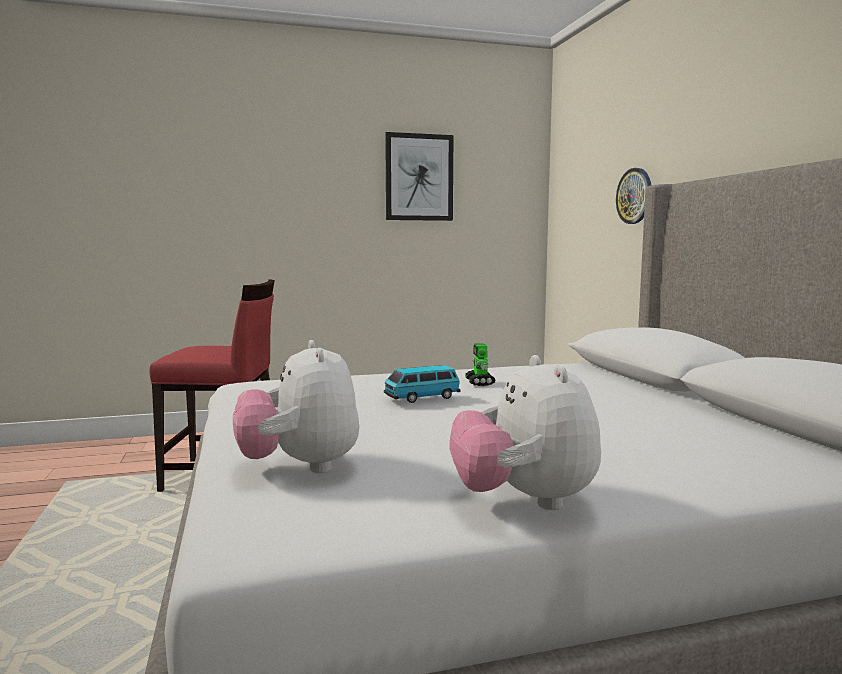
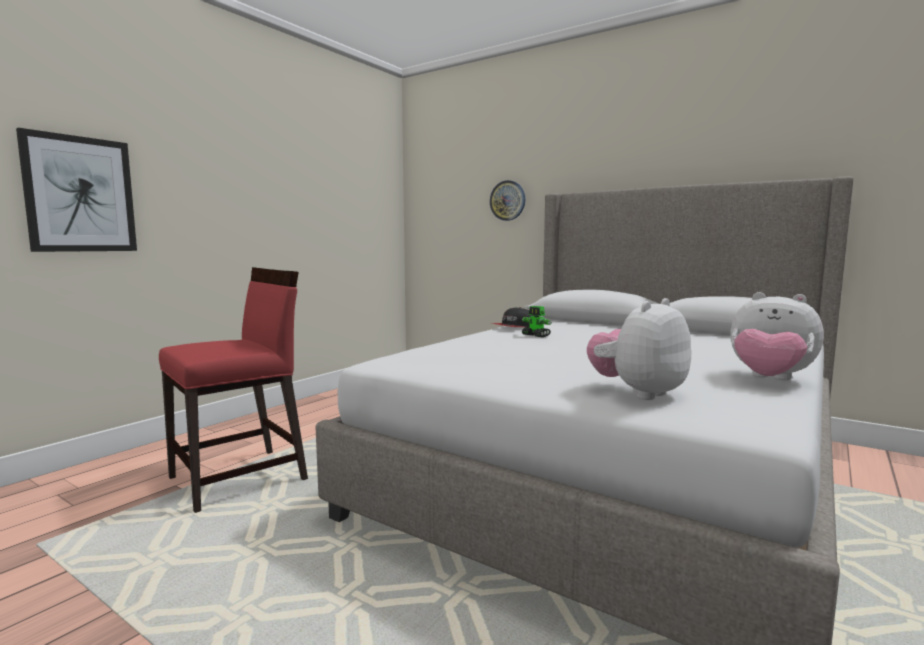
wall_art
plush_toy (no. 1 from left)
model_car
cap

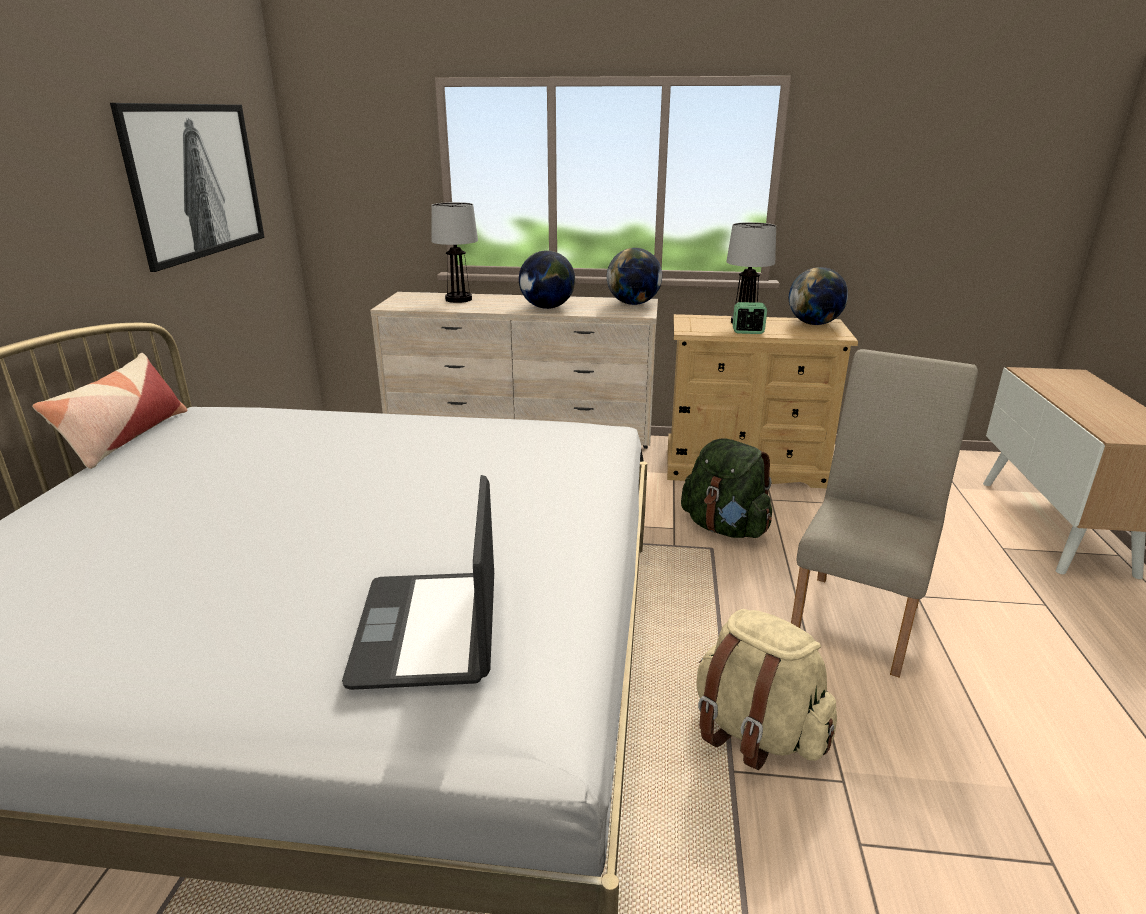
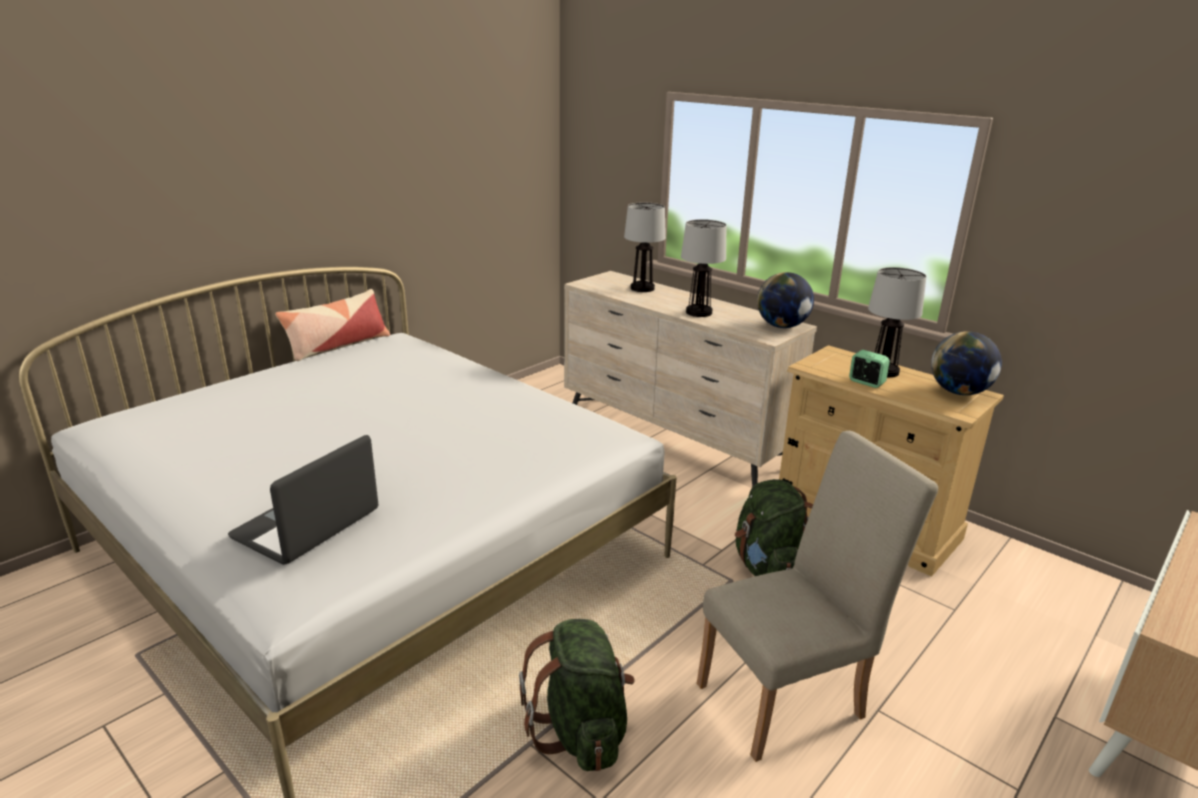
wall_art
tabletop_lamp (no. 2 from left)
green-coloured_backpack (no. 1 from left)

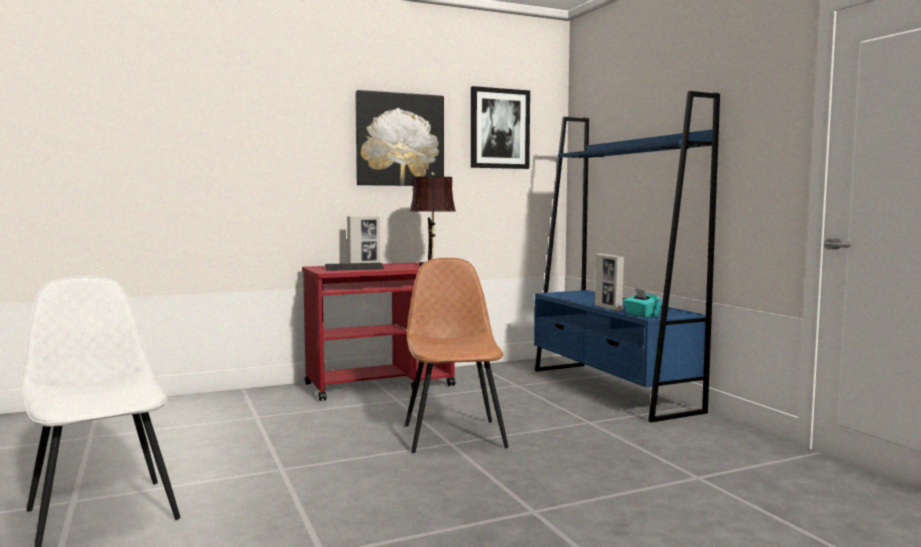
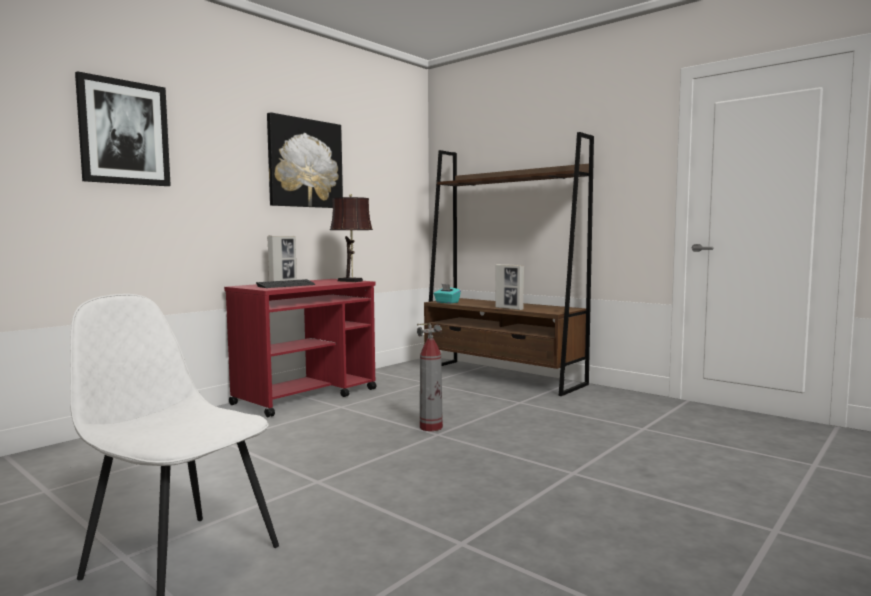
wall_art (no. 1 from left)
brown-coloured_shelving_unit
extinguisher
blue-green_box_of_tissues

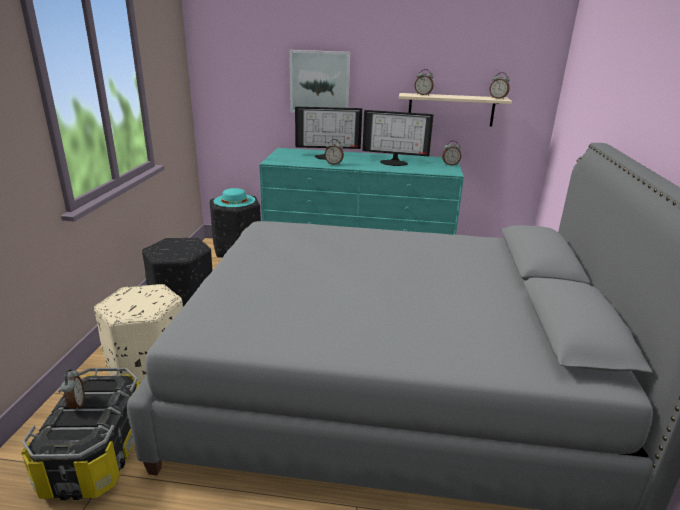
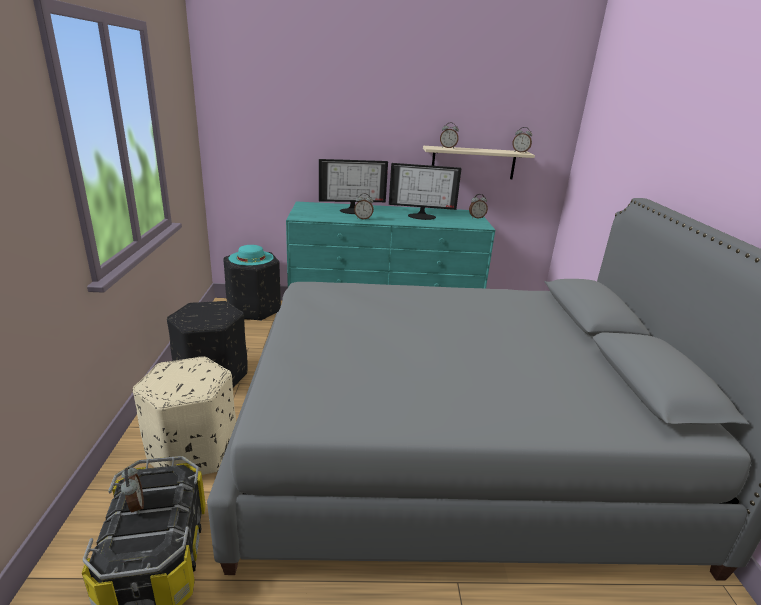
wall_art

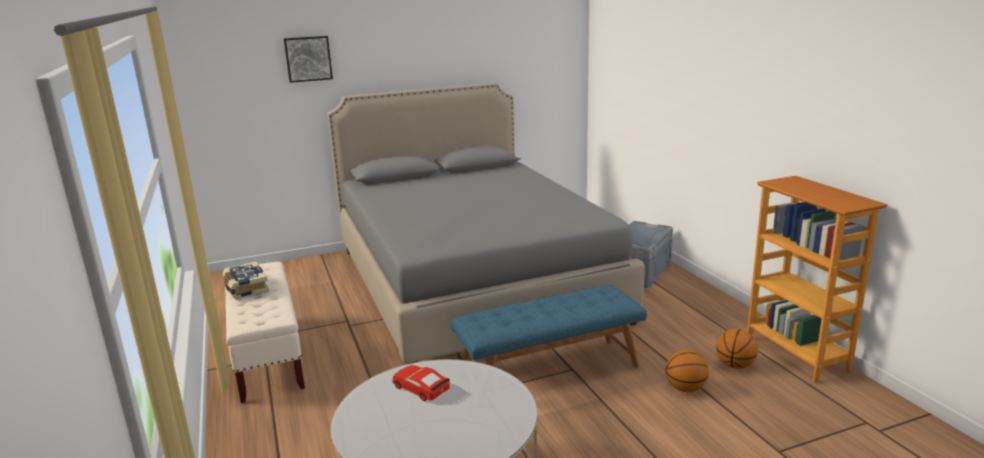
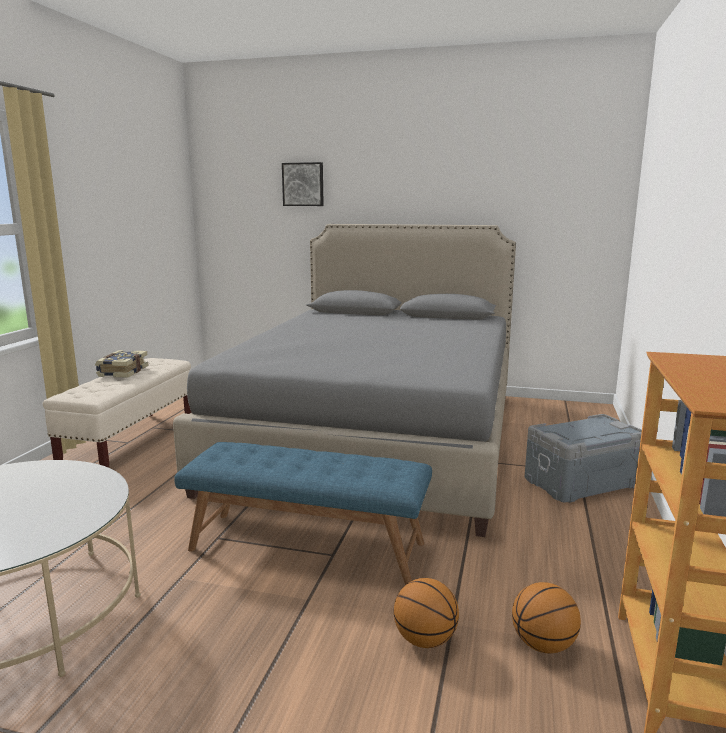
reddish_model_car

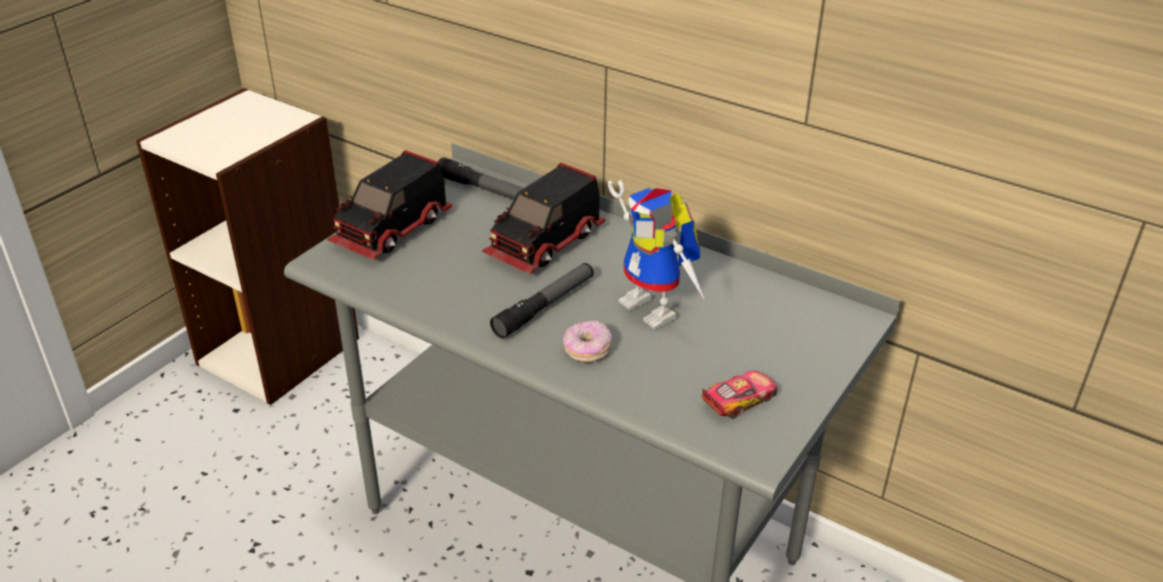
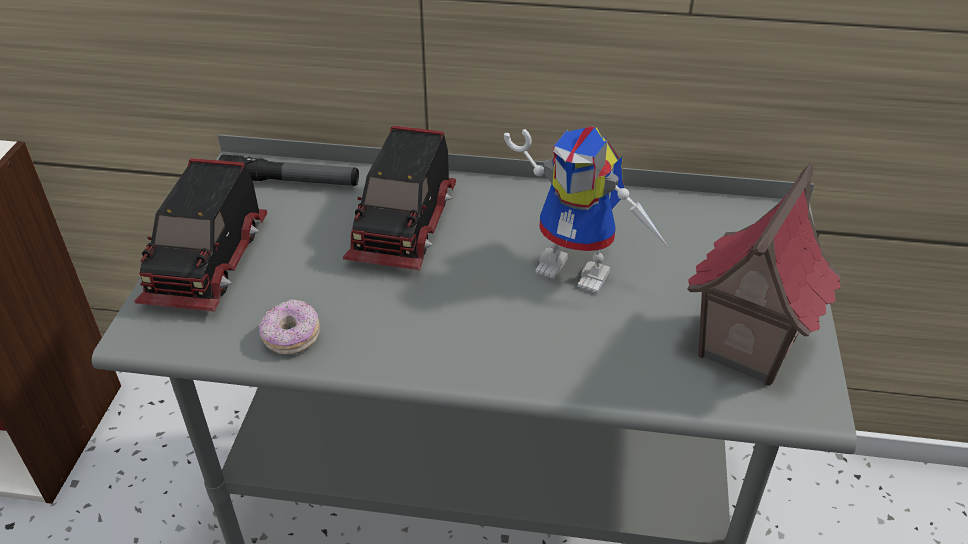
hand_torch (no. 2 from left in the first image)
ring_doughnut
toy_house

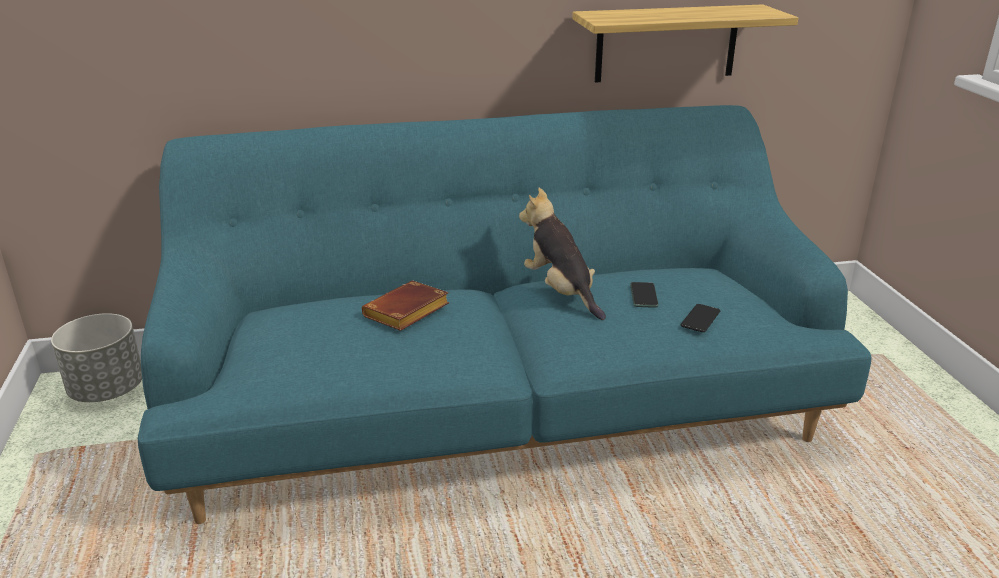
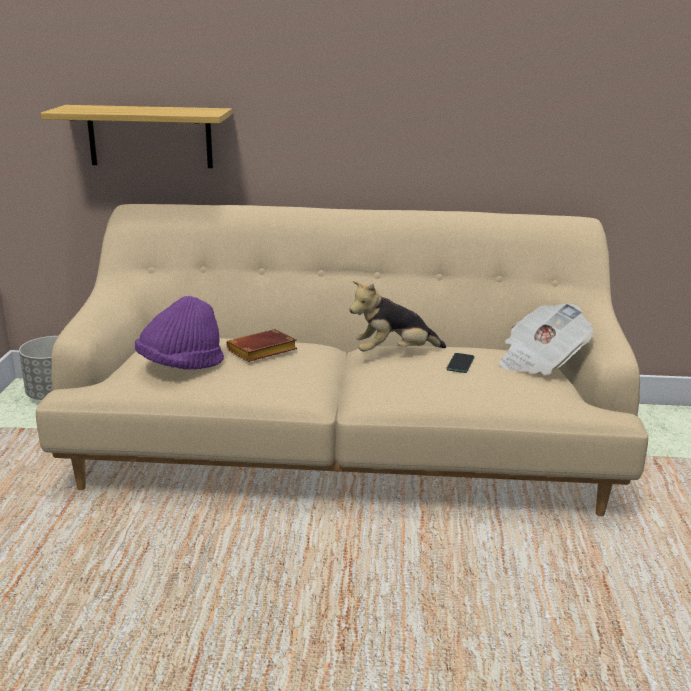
shelf
sand-coloured_couch
plush_toy
phone (no. 2 from left in the first image)
purple_wearable_hat
printed_paper

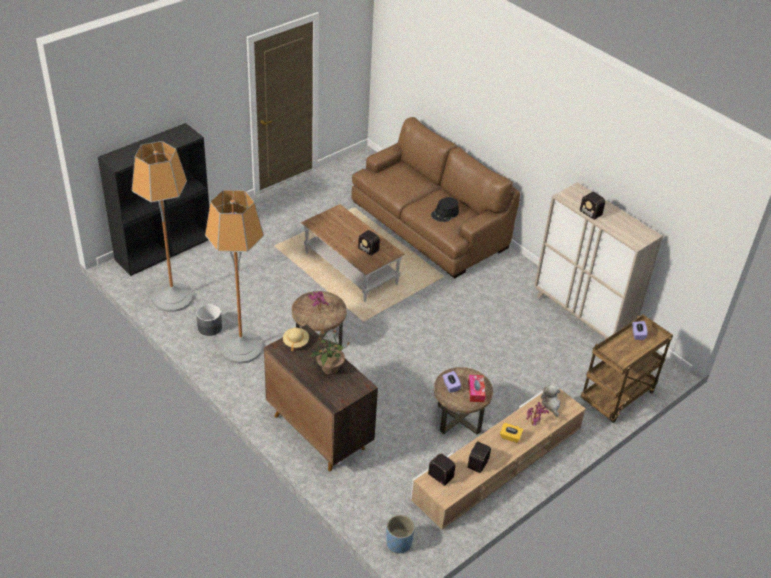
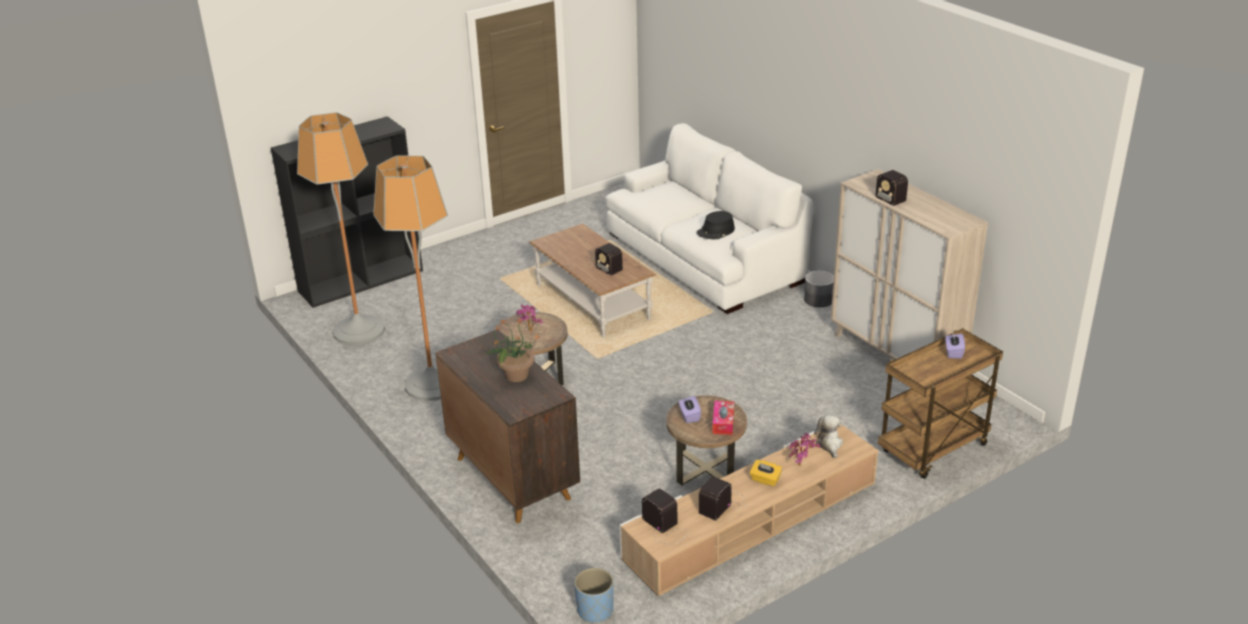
white_couch
gray_flower_pot
sand-coloured_wearable_hat

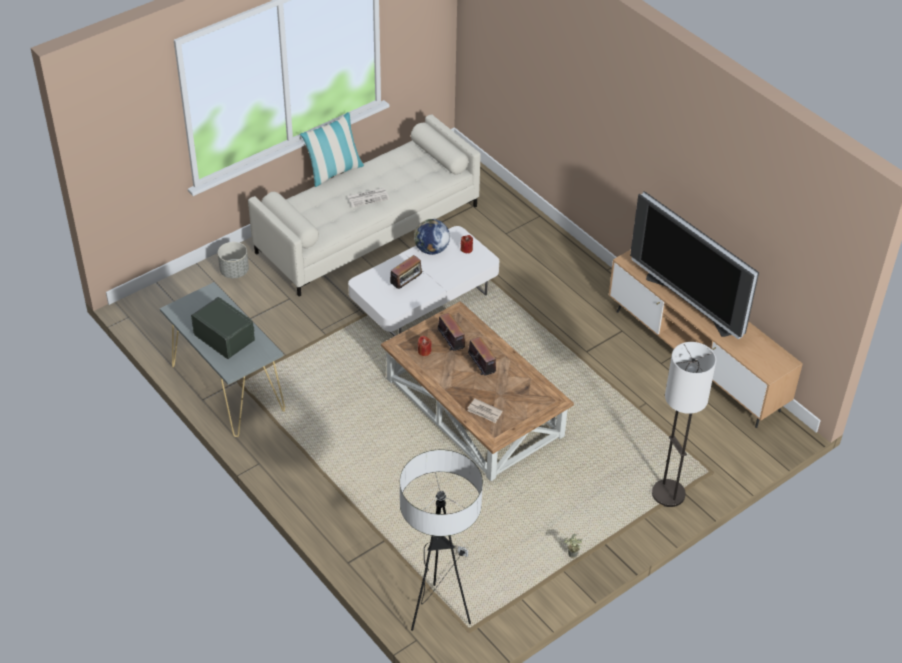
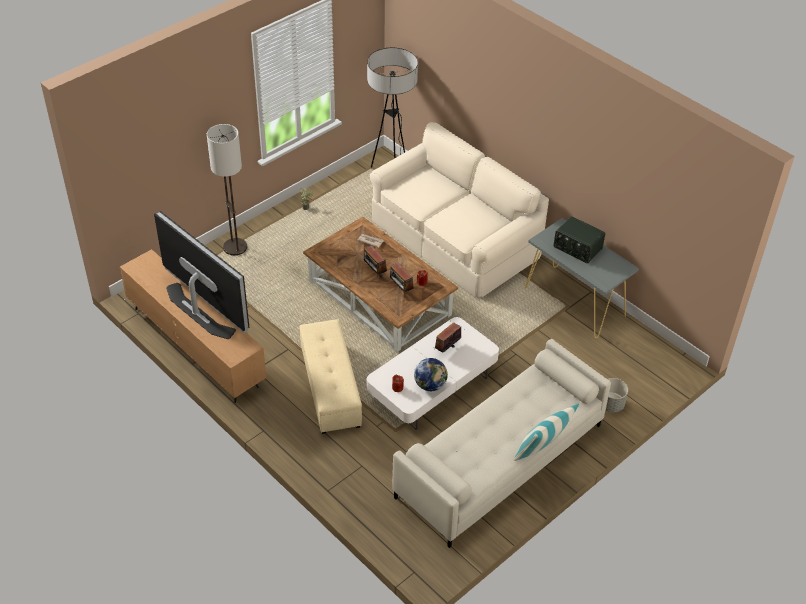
printed_paper (no. 1 from left in the first image)
sand-coloured_couch (no. 1 from left)
sand-coloured_pouffe

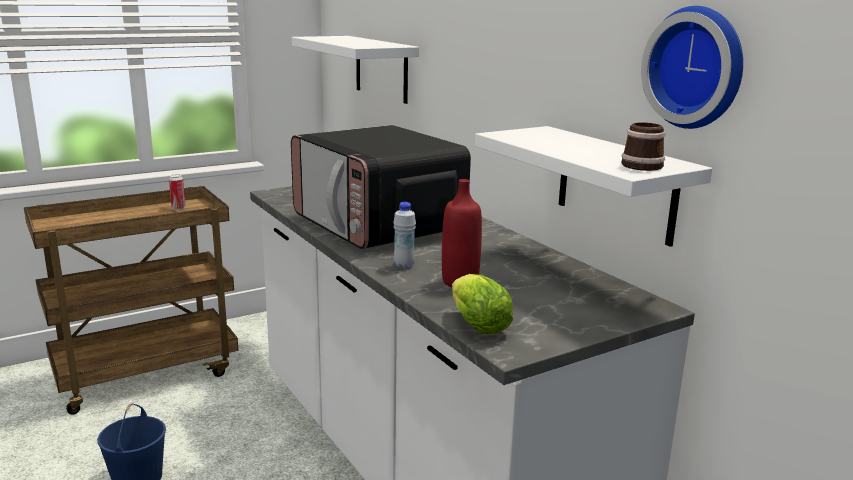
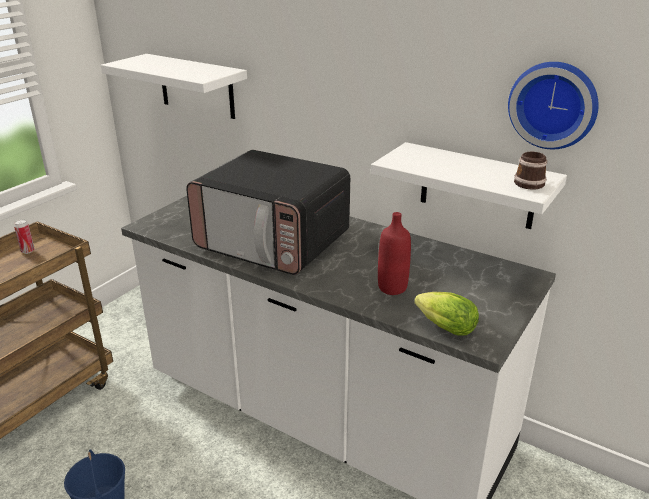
white_drink_bottle

